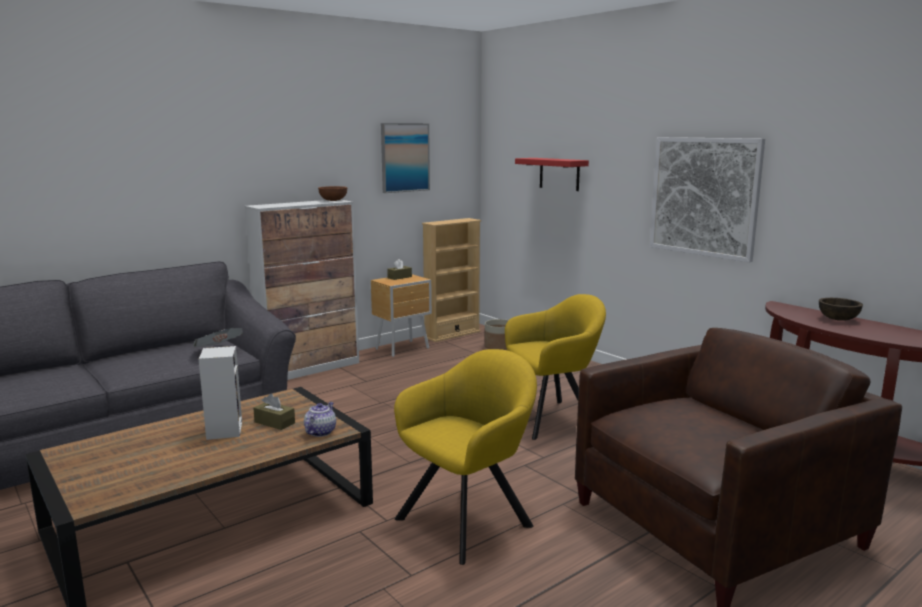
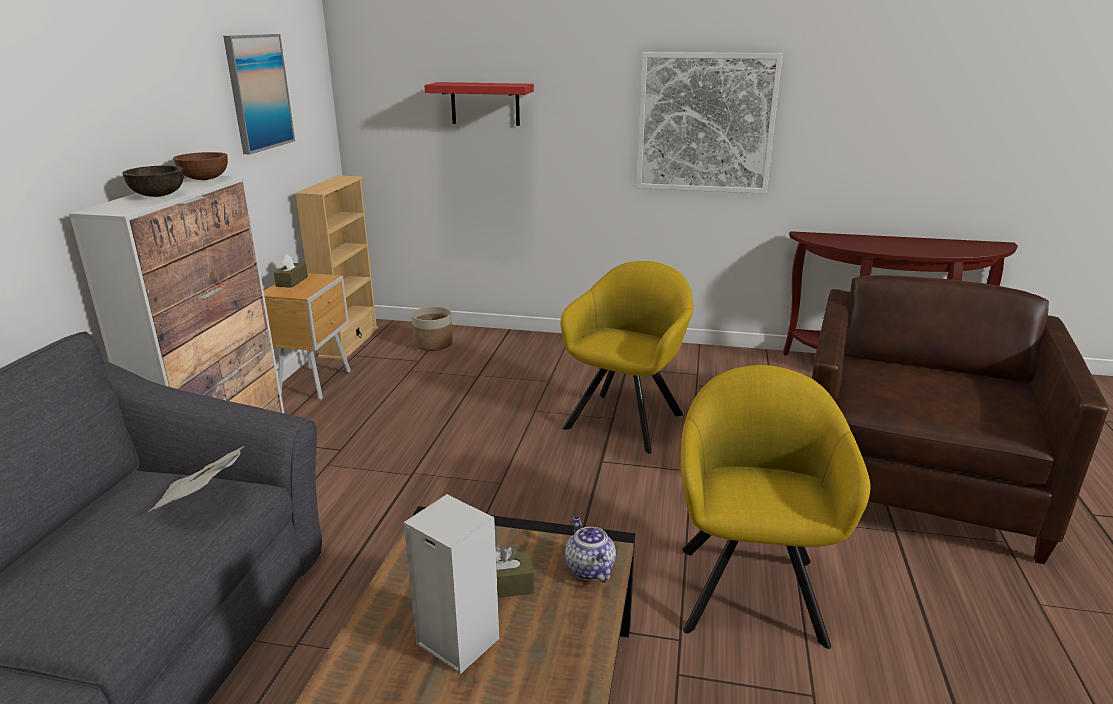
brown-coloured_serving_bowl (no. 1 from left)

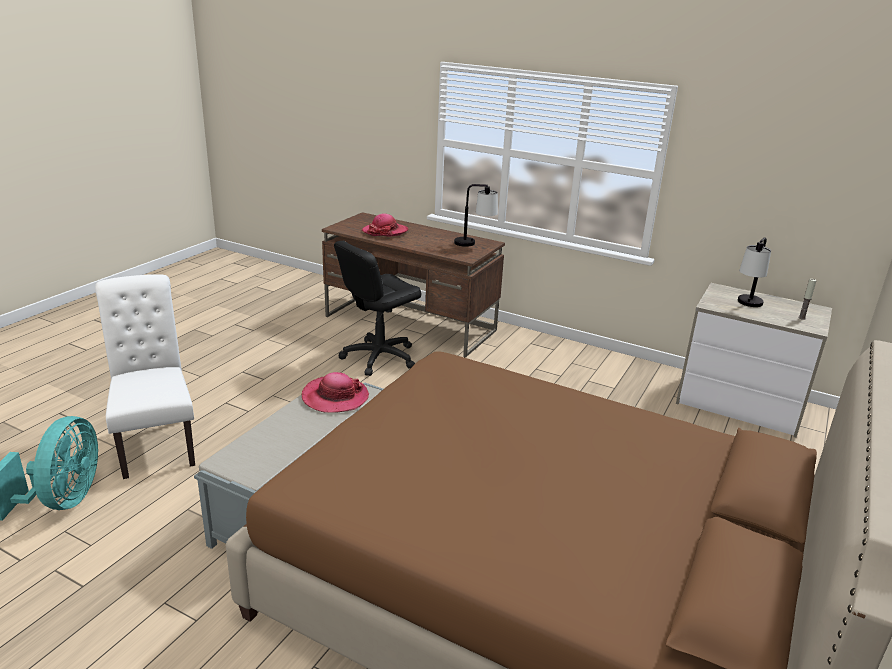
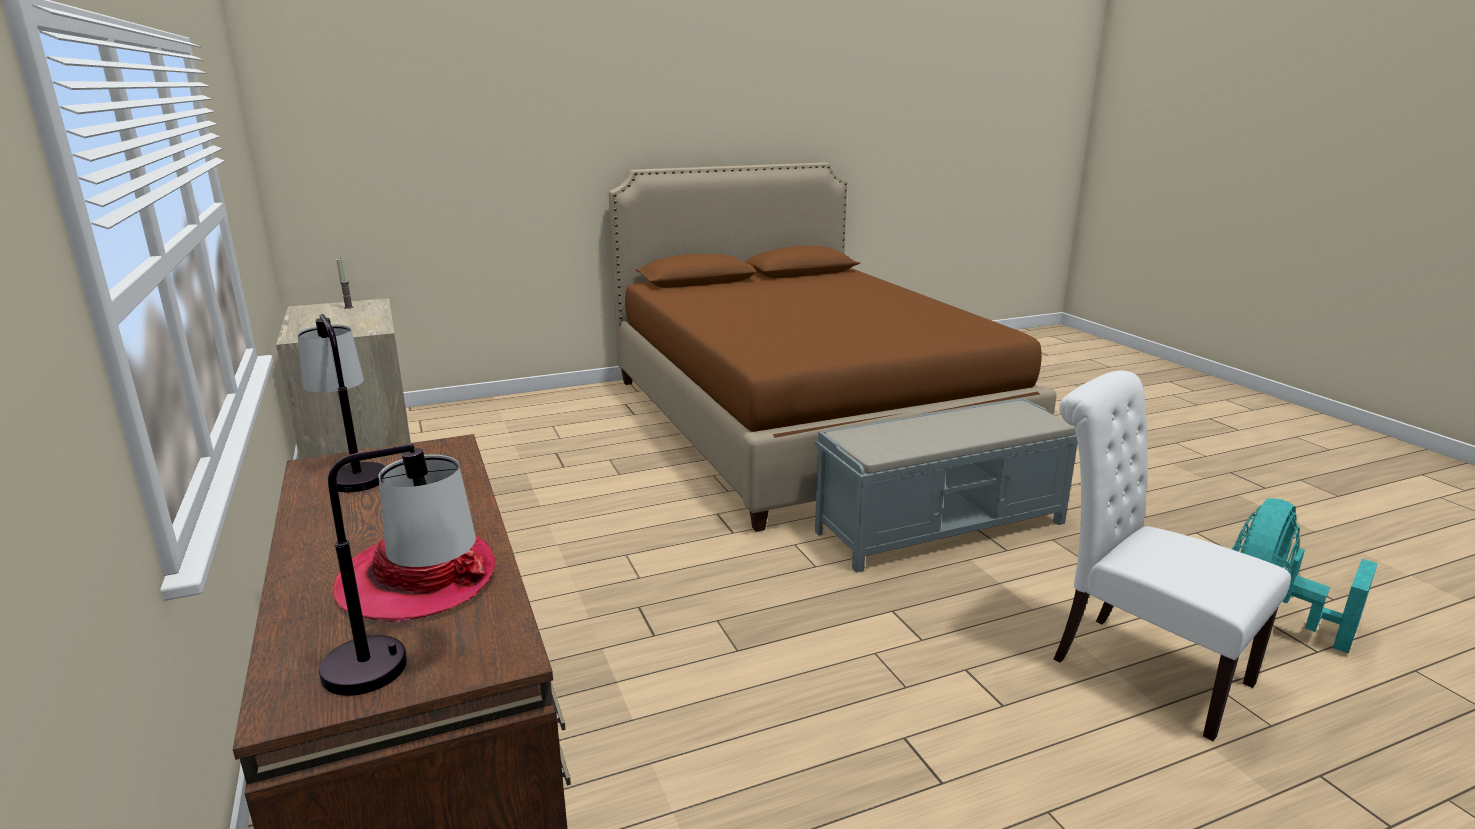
tabletop_lamp (no. 2 from left)
black_office_chair
white_plain_chair
wearable_hat (no. 1 from left in the first image)

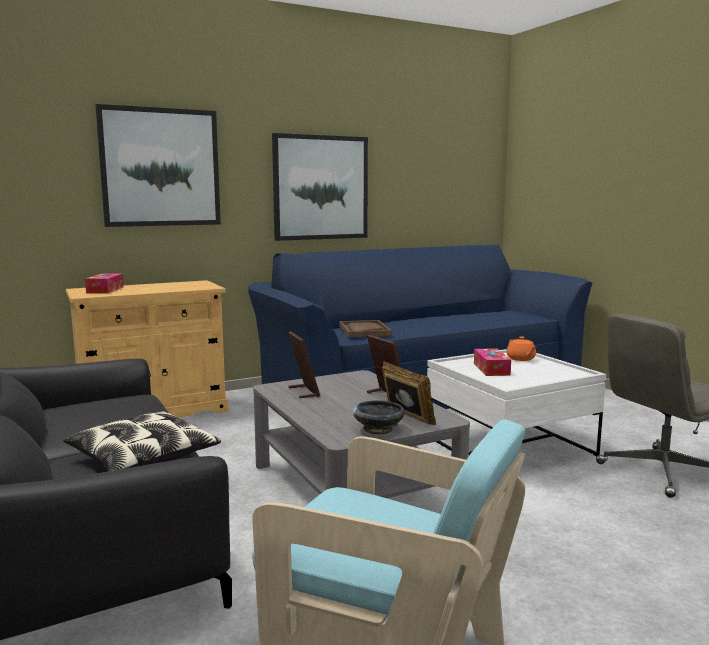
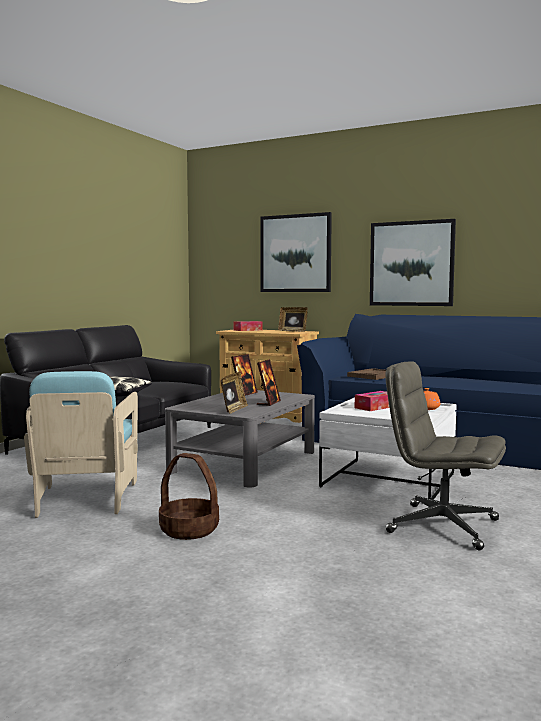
black_serving_bowl
standing_frame (no. 4 from left)
storage_basket

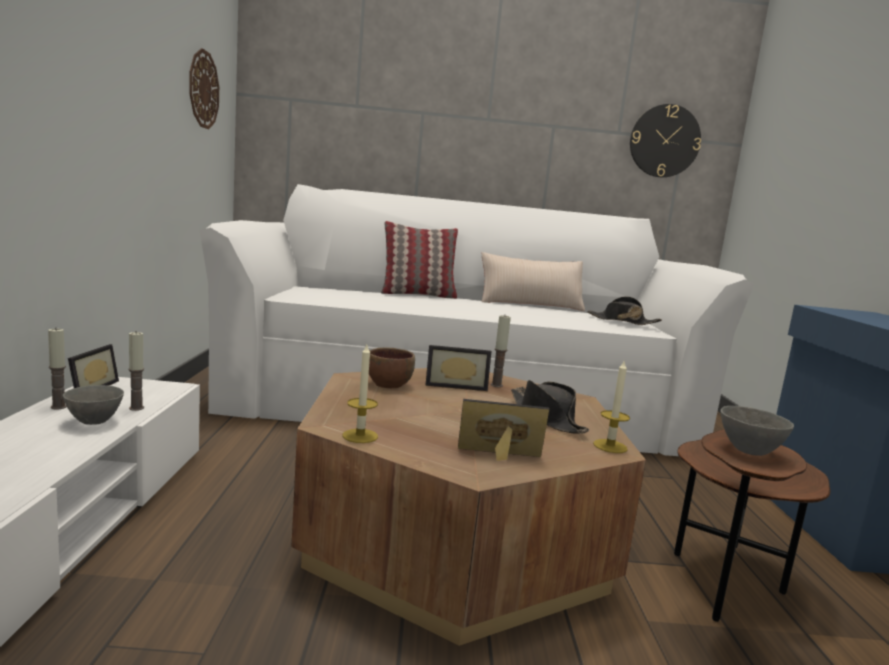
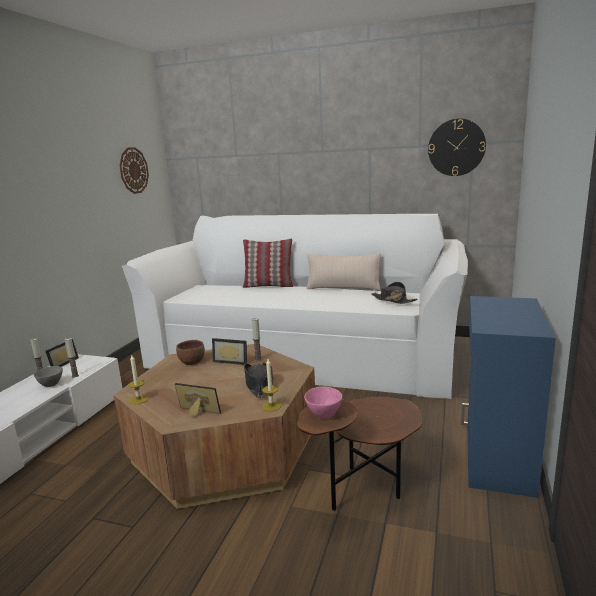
pink-coloured_serving_bowl

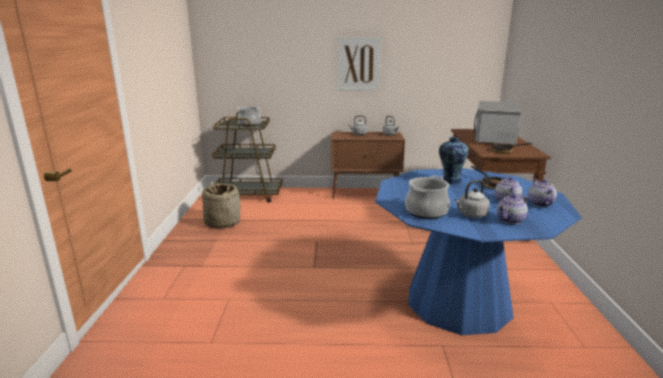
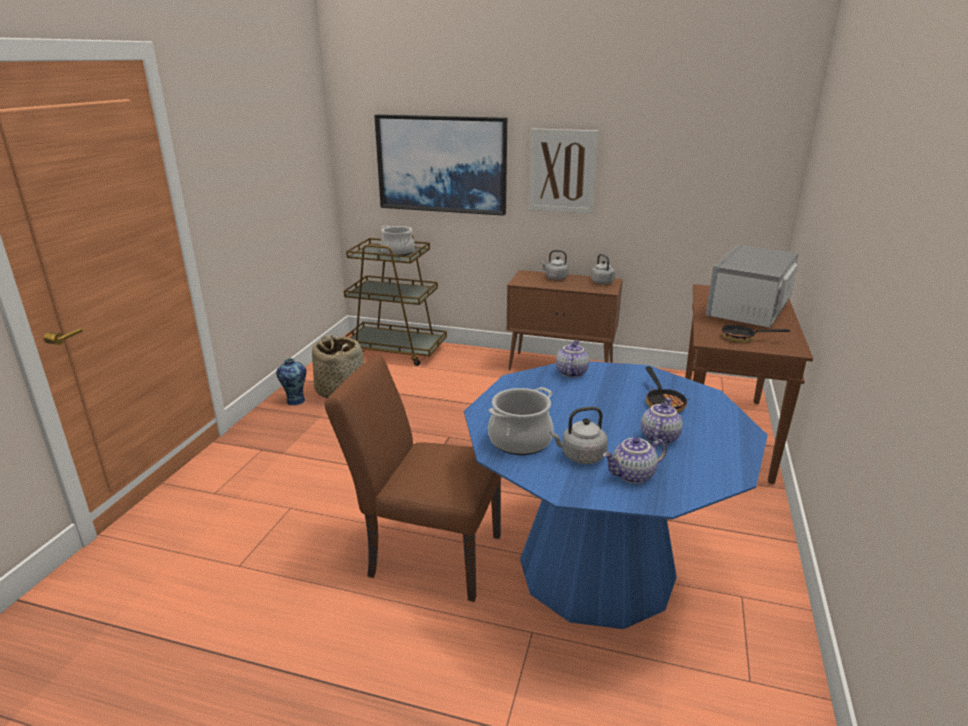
flower_vase
teapot (no. 1 from left)
wall_art (no. 1 from left)
brown-coloured_plain_chair

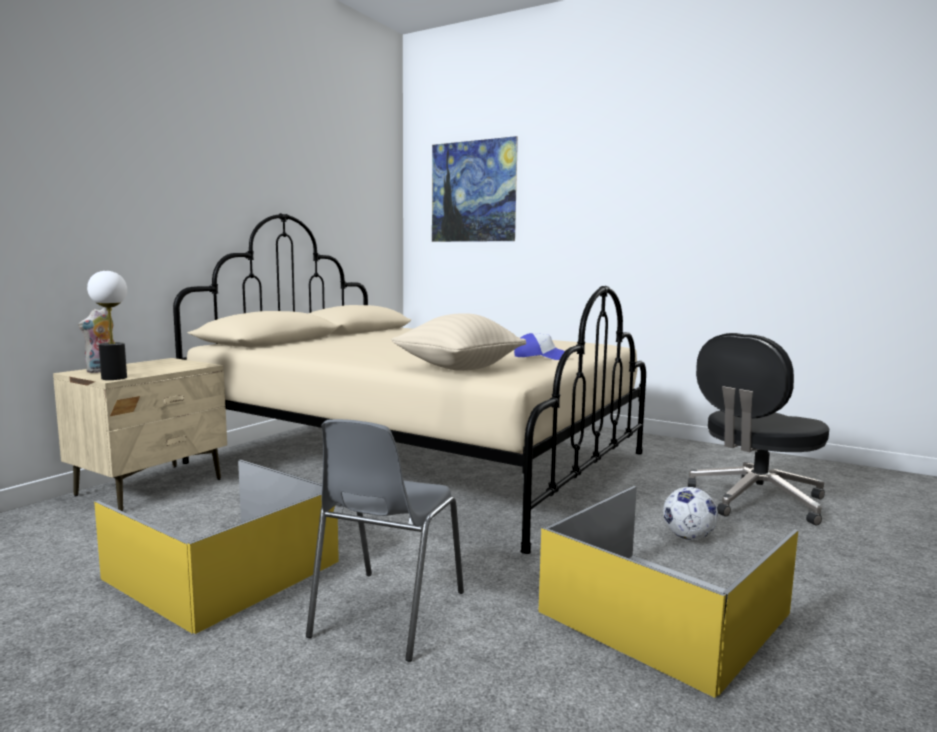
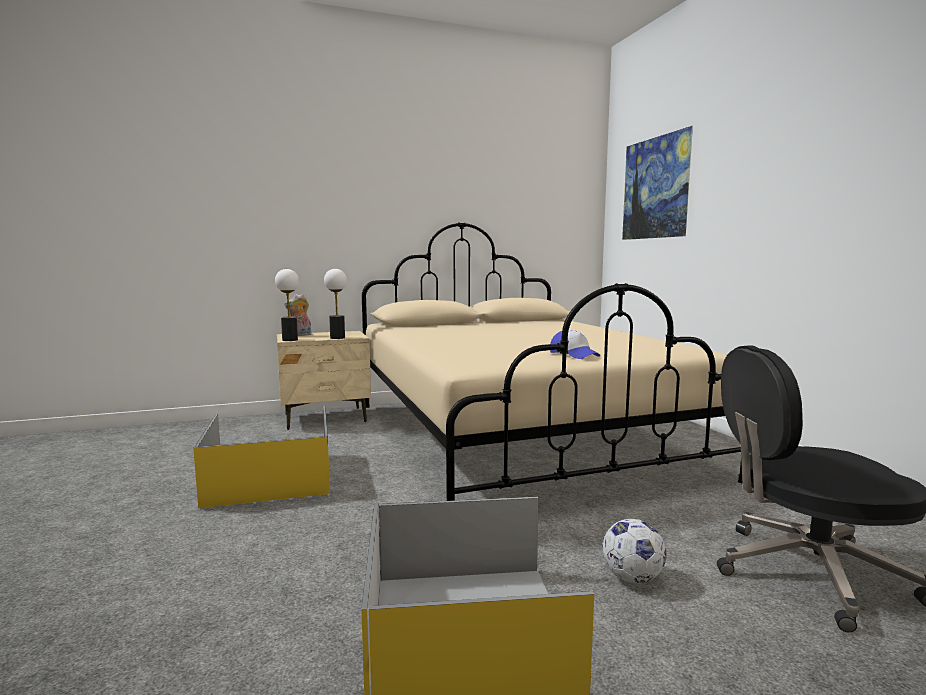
sand-coloured_pillow
gray_plain_chair
tabletop_lamp (no. 2 from left)

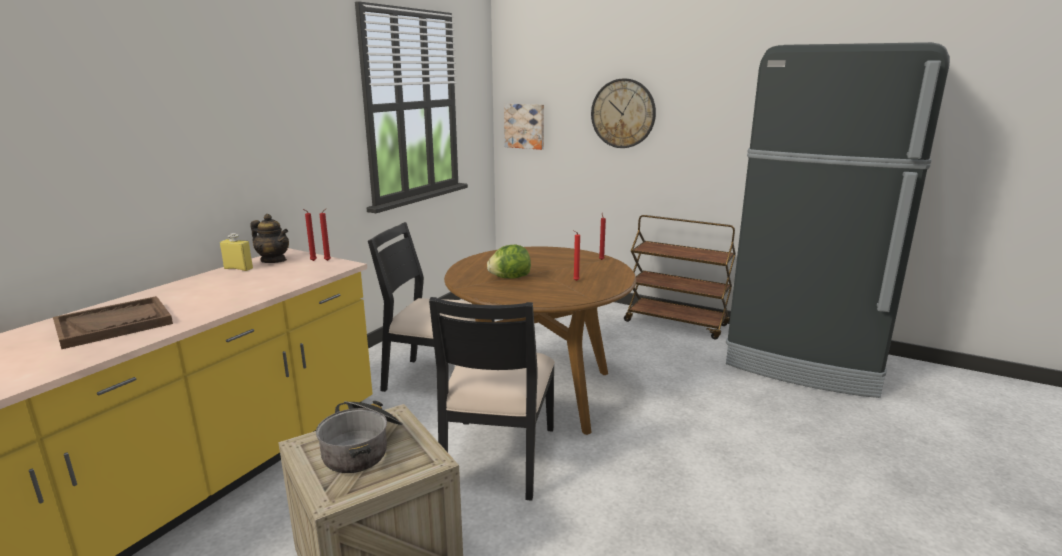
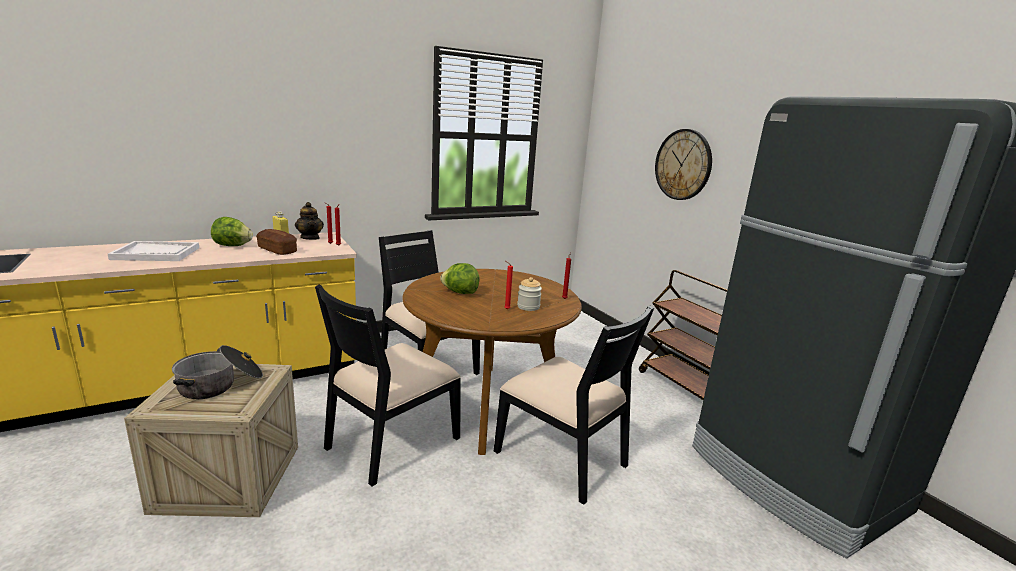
wall_art
white_serving_tray
lettuce (no. 1 from left)
bakery_bread
jar
black_plain_chair (no. 3 from left)

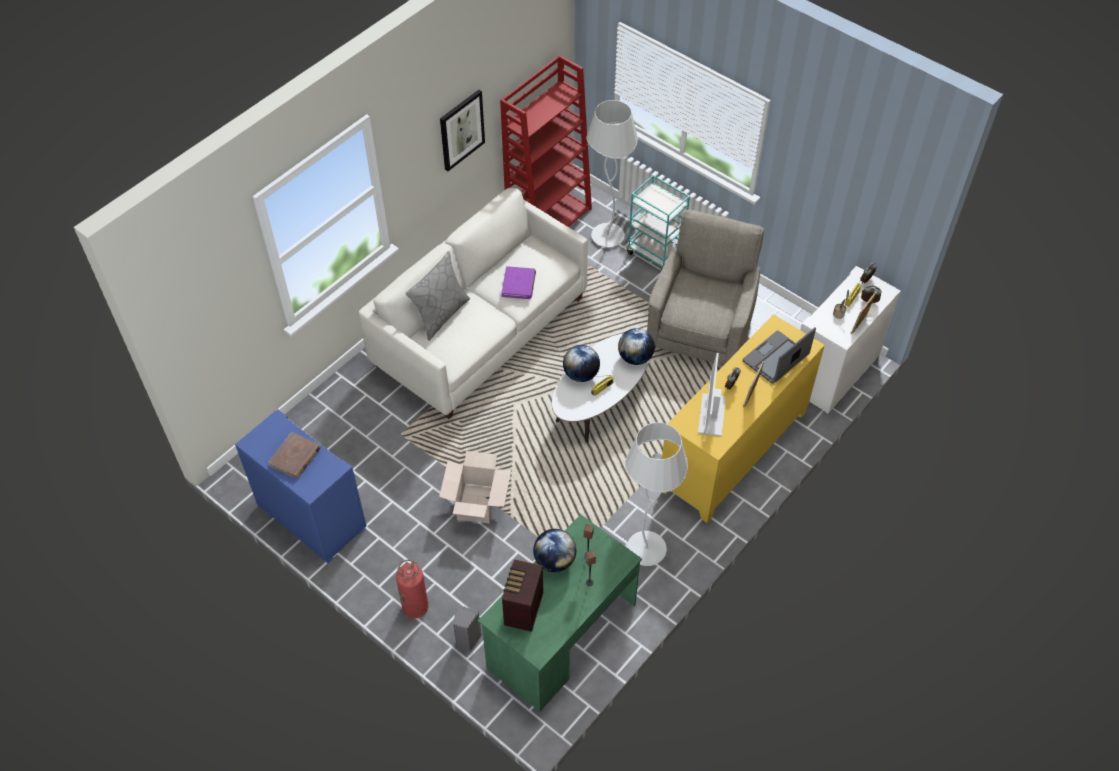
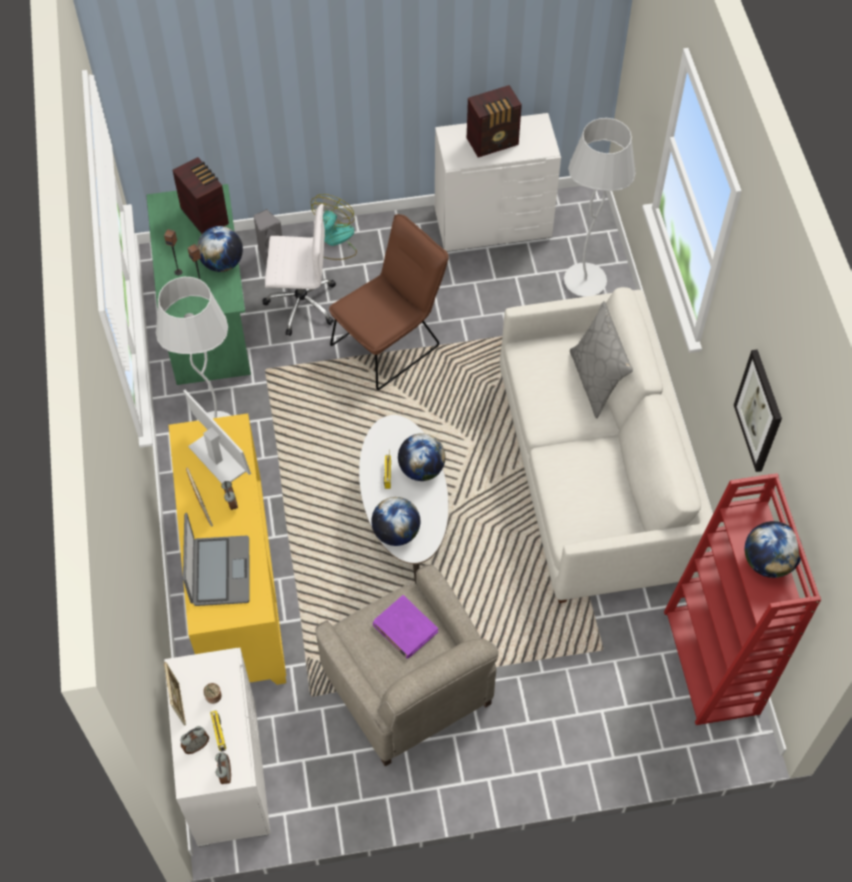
white_floor_lamp (no. 2 from left)
blue-green_trolley
purple_book
white_drawer_chest (no. 2 from left)
radio_set (no. 4 from left)
brown-coloured_plain_chair
fan
white_office_chair
world_globe (no. 4 from left)

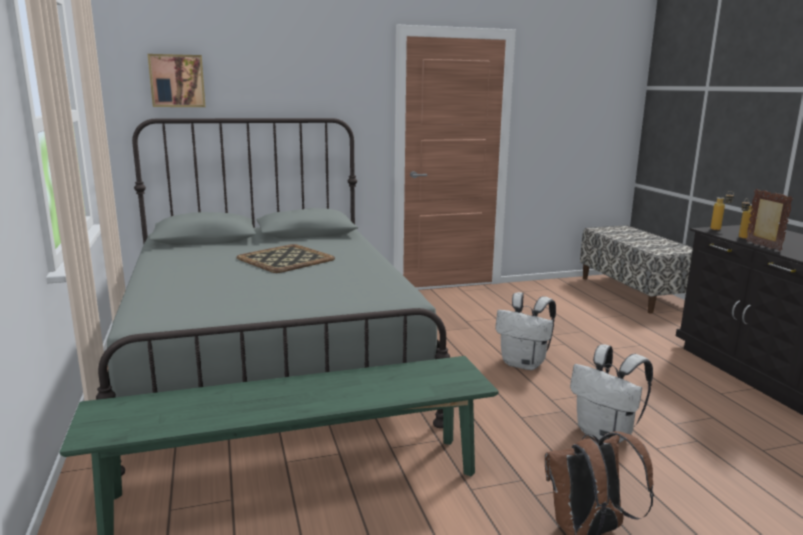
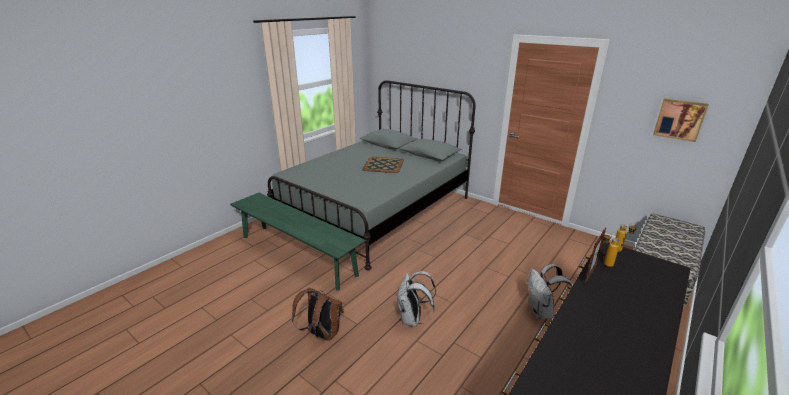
wall_art
white_backpack (no. 2 from left)

